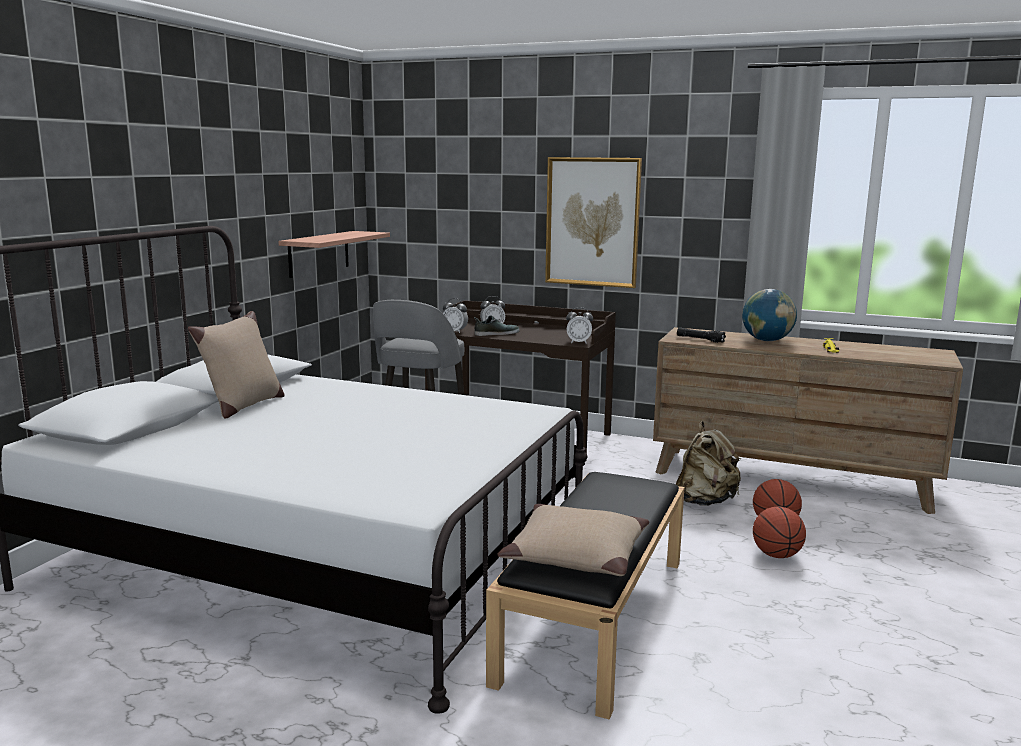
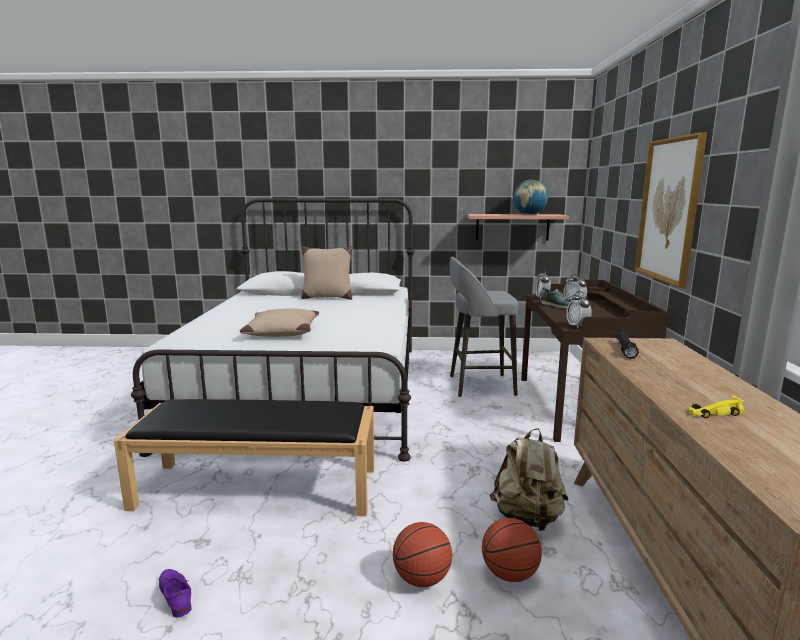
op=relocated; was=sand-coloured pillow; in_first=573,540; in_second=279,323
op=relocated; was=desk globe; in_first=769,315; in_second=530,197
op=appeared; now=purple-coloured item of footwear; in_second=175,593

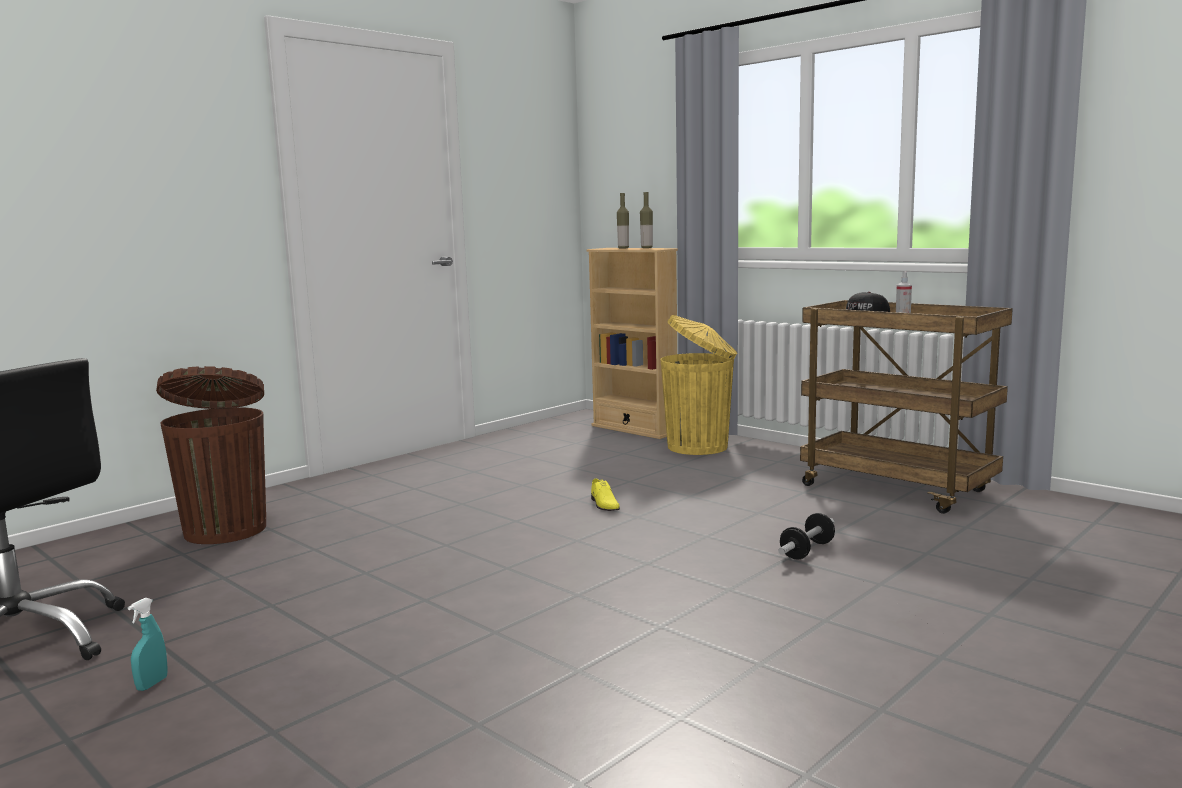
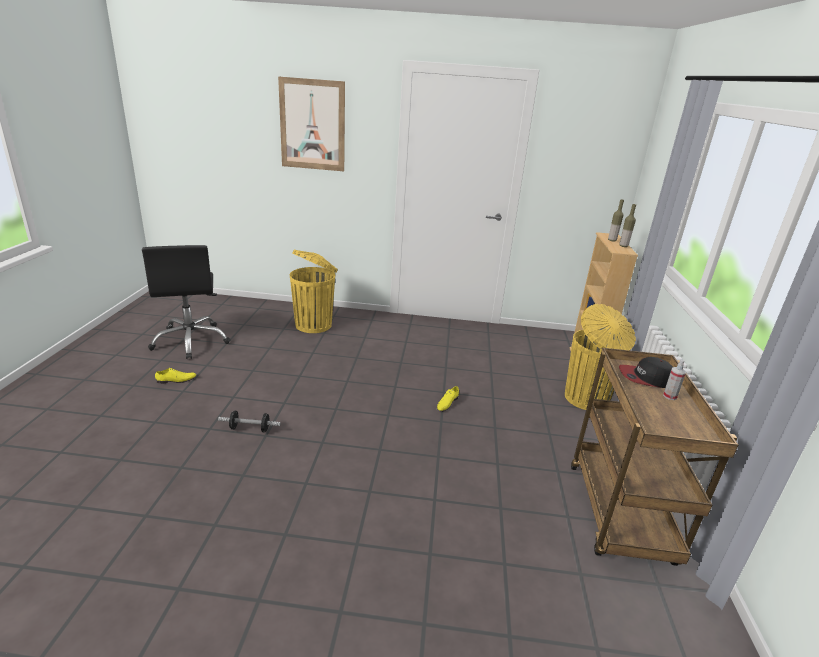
op=exchanged; was=blue-green spray bottle; now=yellowish item of footwear; in_first=148,644; in_second=176,376
op=colour; was=brown rubbish bin; now=yellowish rubbish bin; in_first=211,455; in_second=314,291
op=relocated; was=hand weight; in_first=806,536; in_second=249,421
op=appeared; now=wall picture; in_second=311,124

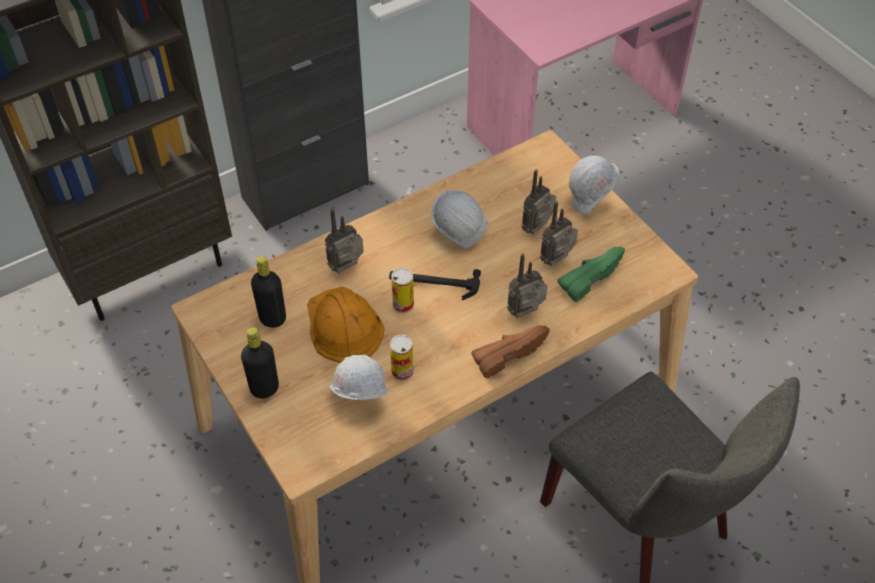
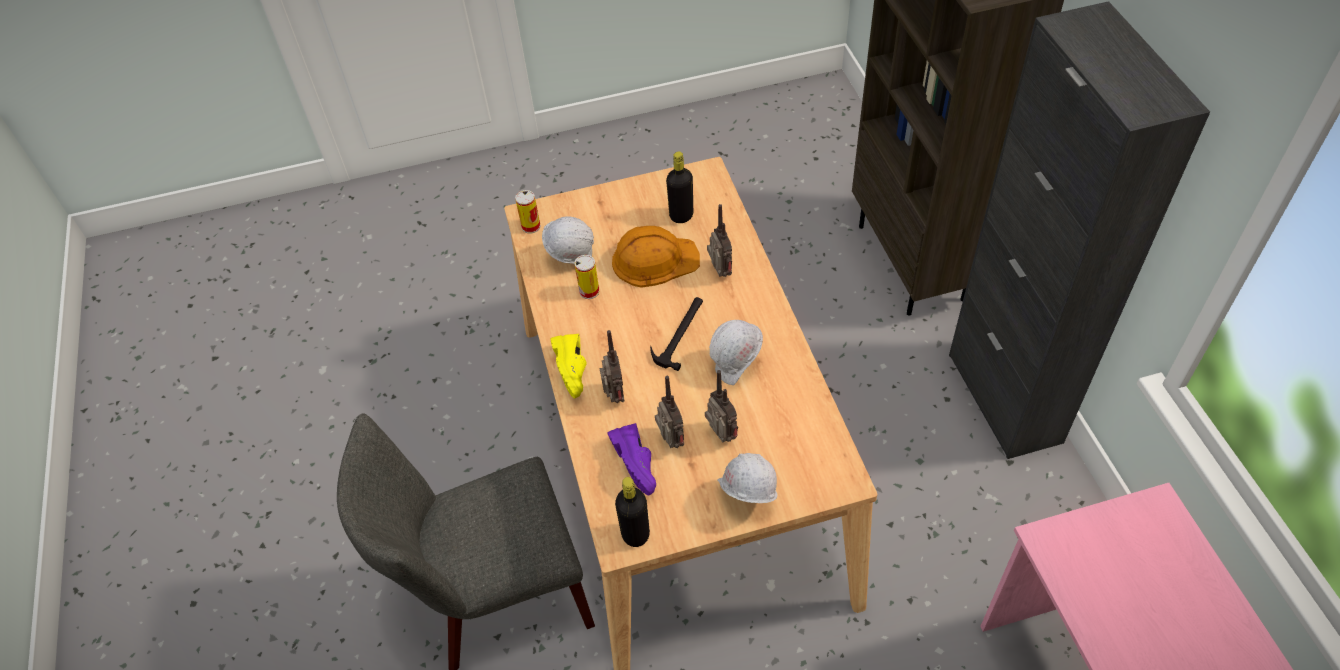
op=relocated; was=black-coloured bottle; in_first=260,362; in_second=632,512
op=relocated; was=metal can; in_first=402,290; in_second=528,211
op=colour; was=brown item of footwear; now=yellowish item of footwear; in_first=510,351; in_second=569,366
op=colour; was=green-coloured item of footwear; now=purple-coloured item of footwear; in_first=591,274; in_second=631,459

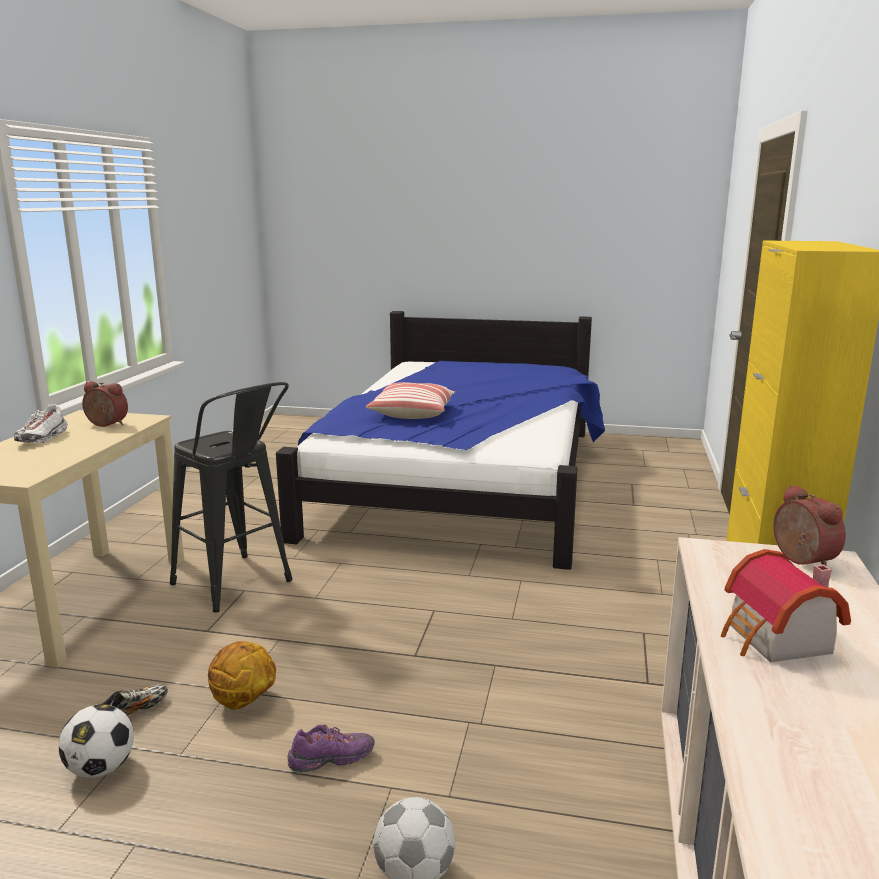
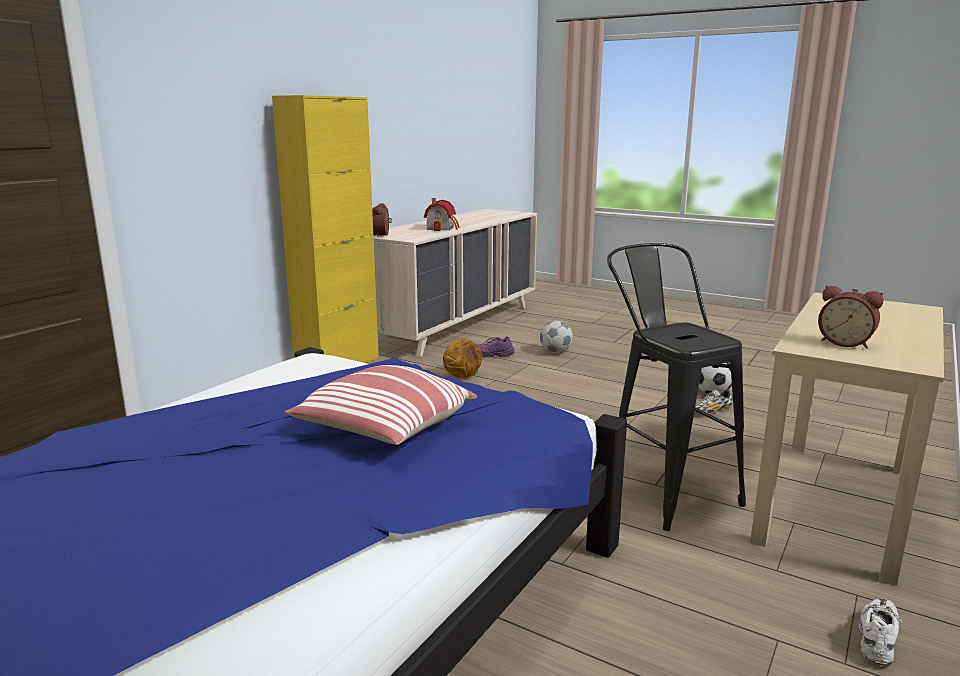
op=relocated; was=whitish item of footwear; in_first=41,423; in_second=880,632
op=relocated; was=ball for basketball; in_first=242,675; in_second=462,358
op=relocated; was=purple-coloured item of footwear; in_first=331,748; in_second=495,347

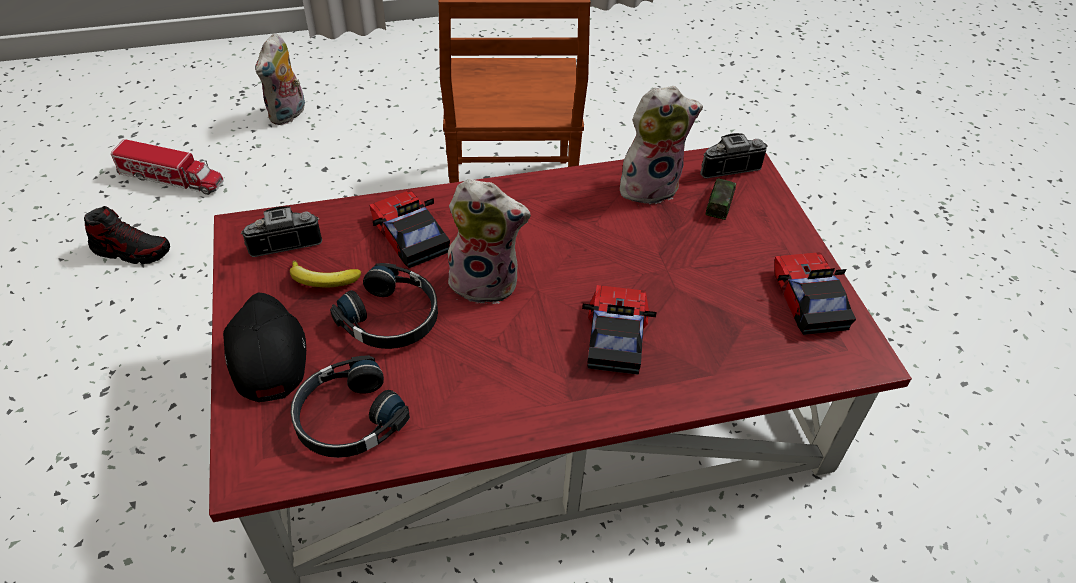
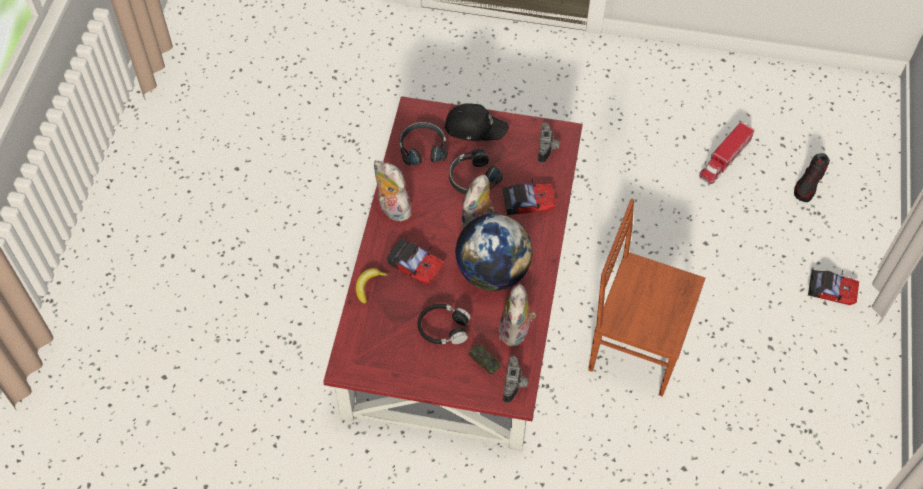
op=relocated; was=item of footwear; in_first=127,235; in_second=812,177
op=relocated; was=plush toy; in_first=280,79; in_second=392,191
op=relocated; was=whole banana; in_first=325,273; in_second=372,286
op=relocated; was=miniature car; in_first=815,293; in_second=833,287
op=appeared; now=black-coloured pair of headphones; in_second=444,324
op=appeared; now=desk globe; in_second=494,252

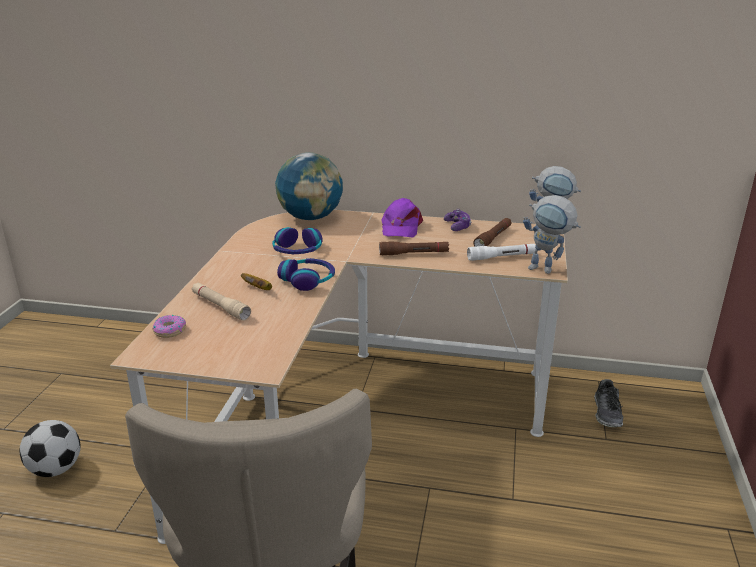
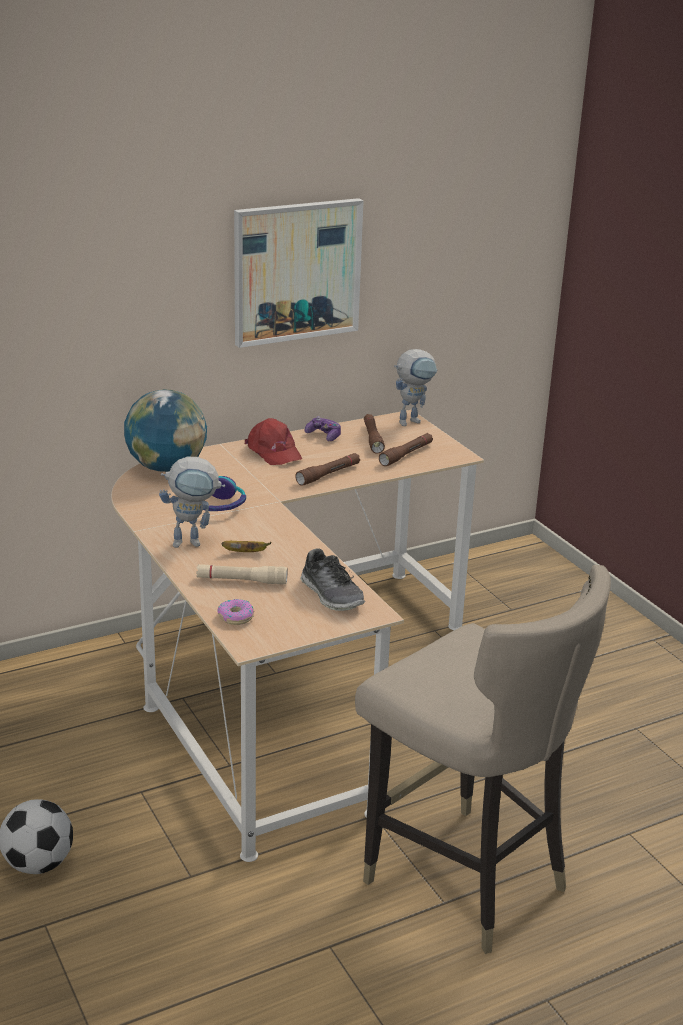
op=missing; was=pair of headphones; in_first=306,274
op=colour; was=purple-coloured baseball cap; now=red-coloured baseball cap; in_first=402,218; in_second=273,441
op=colour; was=whitish torch; now=brown torch; in_first=501,252; in_second=406,449
op=relocated; was=toy robot; in_first=552,234; in_second=192,502
op=relocated; was=item of footwear; in_first=609,403; in_second=332,579
op=appeared; now=wall picture; in_second=298,273

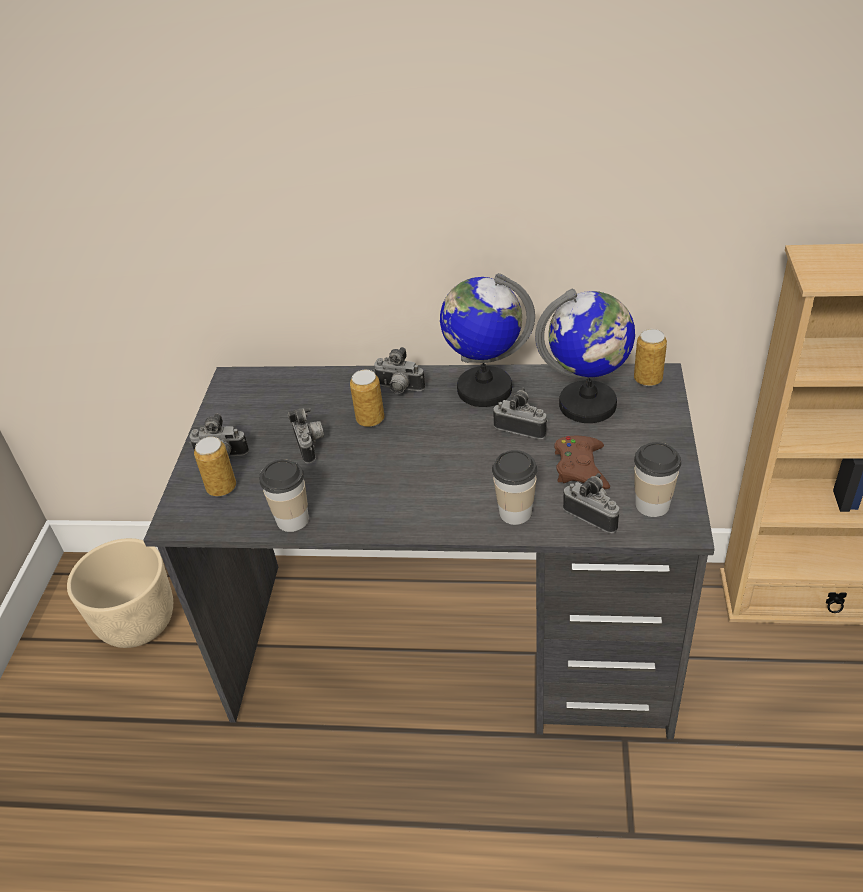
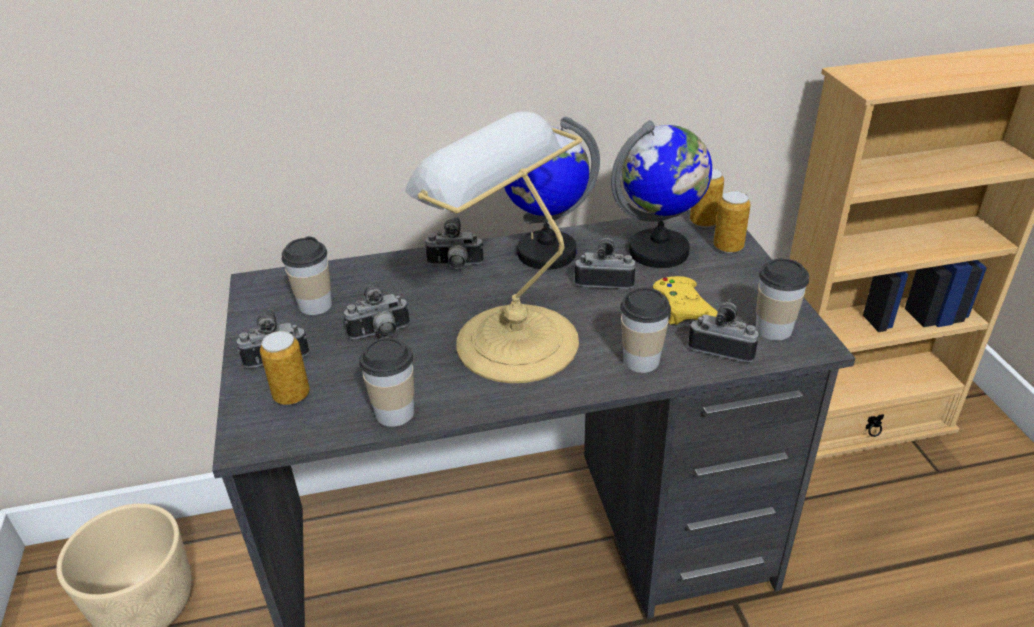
op=spun; was=photo camera; in_first=305,436; in_second=377,310; clockwise=105
op=relocated; was=metal can; in_first=367,398; in_second=732,222
op=colour; was=brown game controller; now=yellowish game controller; in_first=582,462; in_second=685,300
op=appeared; now=small cup; in_second=307,275
op=appeared; now=table lamp; in_second=493,247

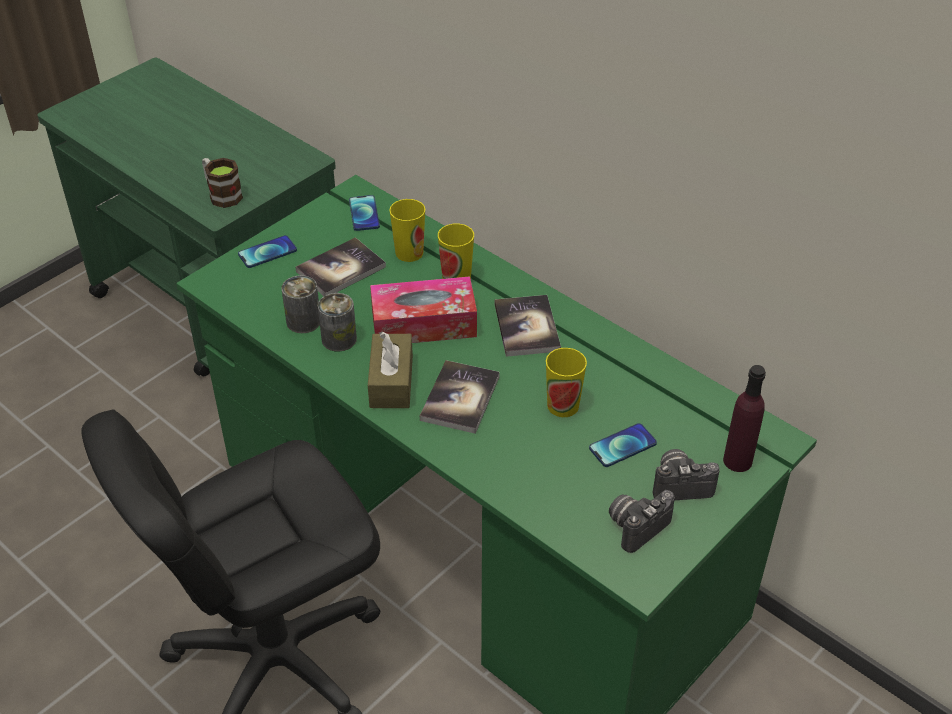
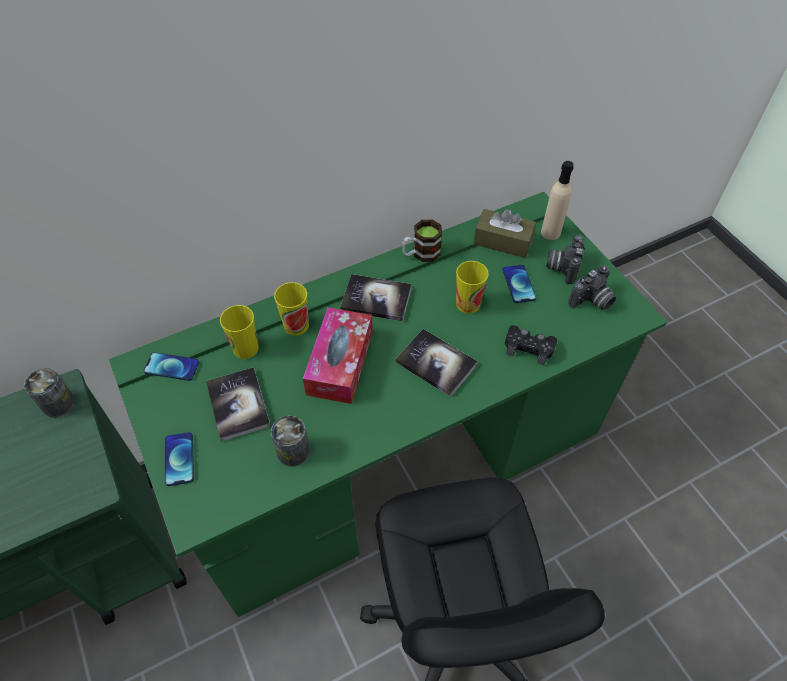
op=relocated; was=coffee mug; in_first=222,183; in_second=422,240
op=relocated; was=metal can; in_first=337,322; in_second=49,392
op=relocated; was=brown tissue box; in_first=390,369; in_second=505,233
op=spun; was=photo camera; in_first=642,521; in_second=592,288; clockwise=-105
op=colour; was=purple-coloured bottle; now=sand-coloured bottle; in_first=744,418; in_second=557,200
op=appeared; now=black-coloured game controller; in_second=531,345

